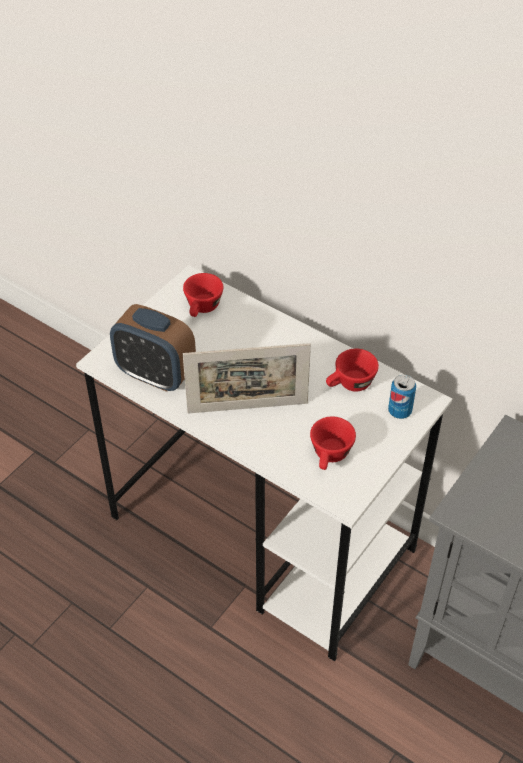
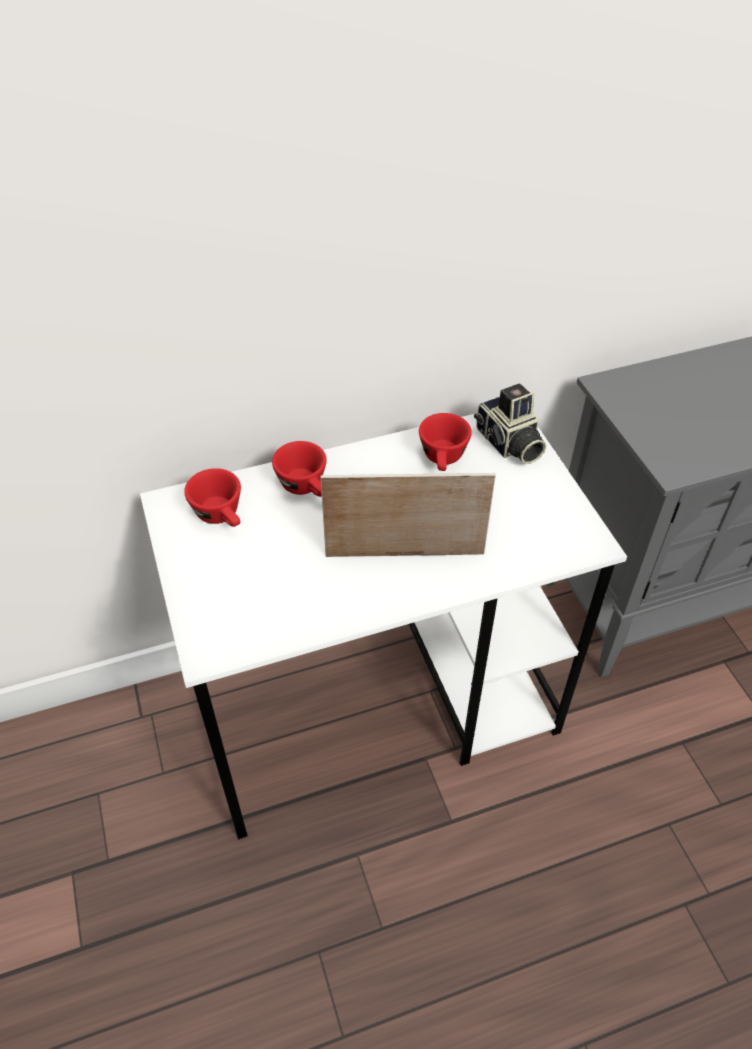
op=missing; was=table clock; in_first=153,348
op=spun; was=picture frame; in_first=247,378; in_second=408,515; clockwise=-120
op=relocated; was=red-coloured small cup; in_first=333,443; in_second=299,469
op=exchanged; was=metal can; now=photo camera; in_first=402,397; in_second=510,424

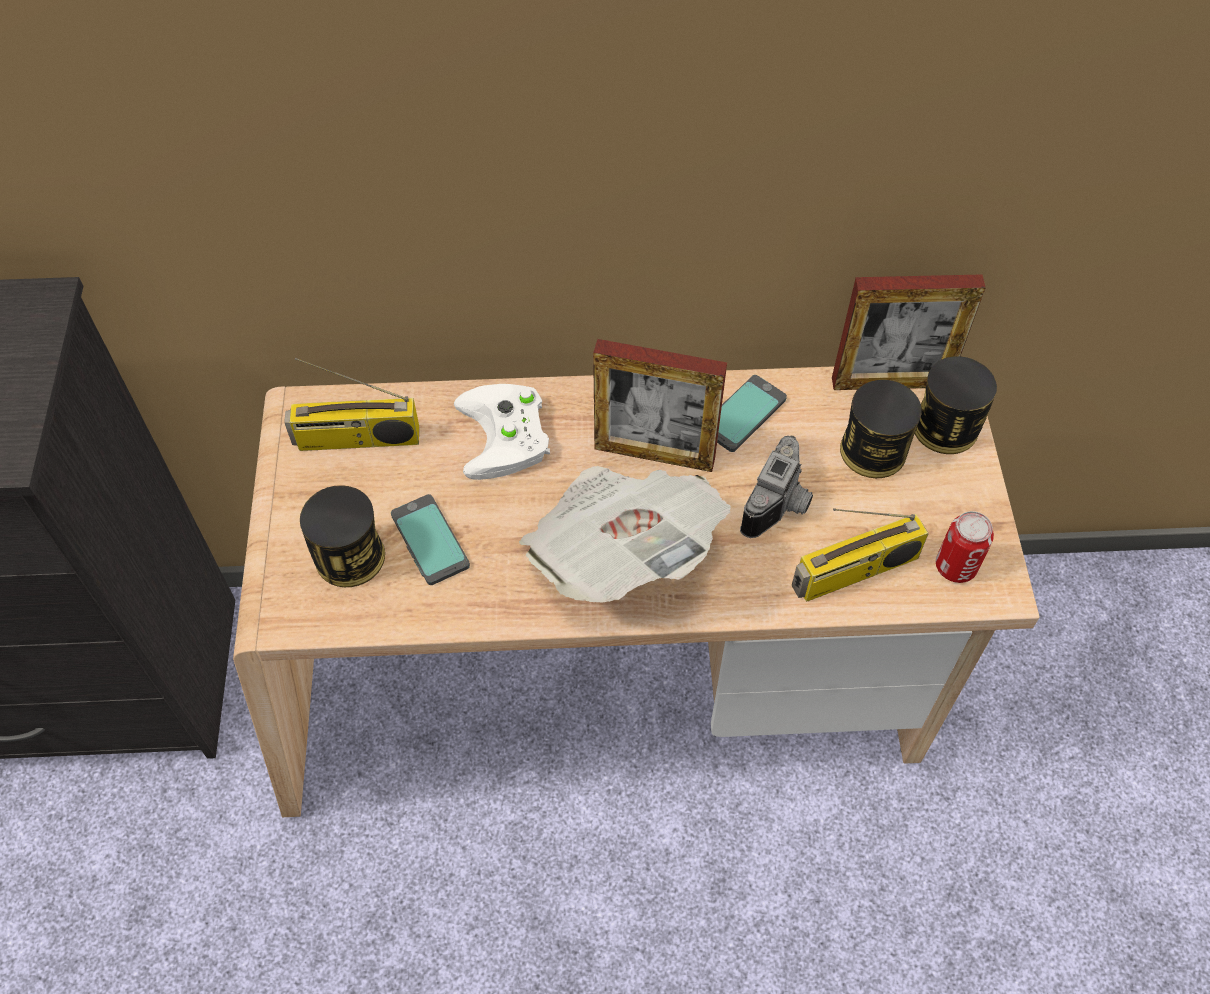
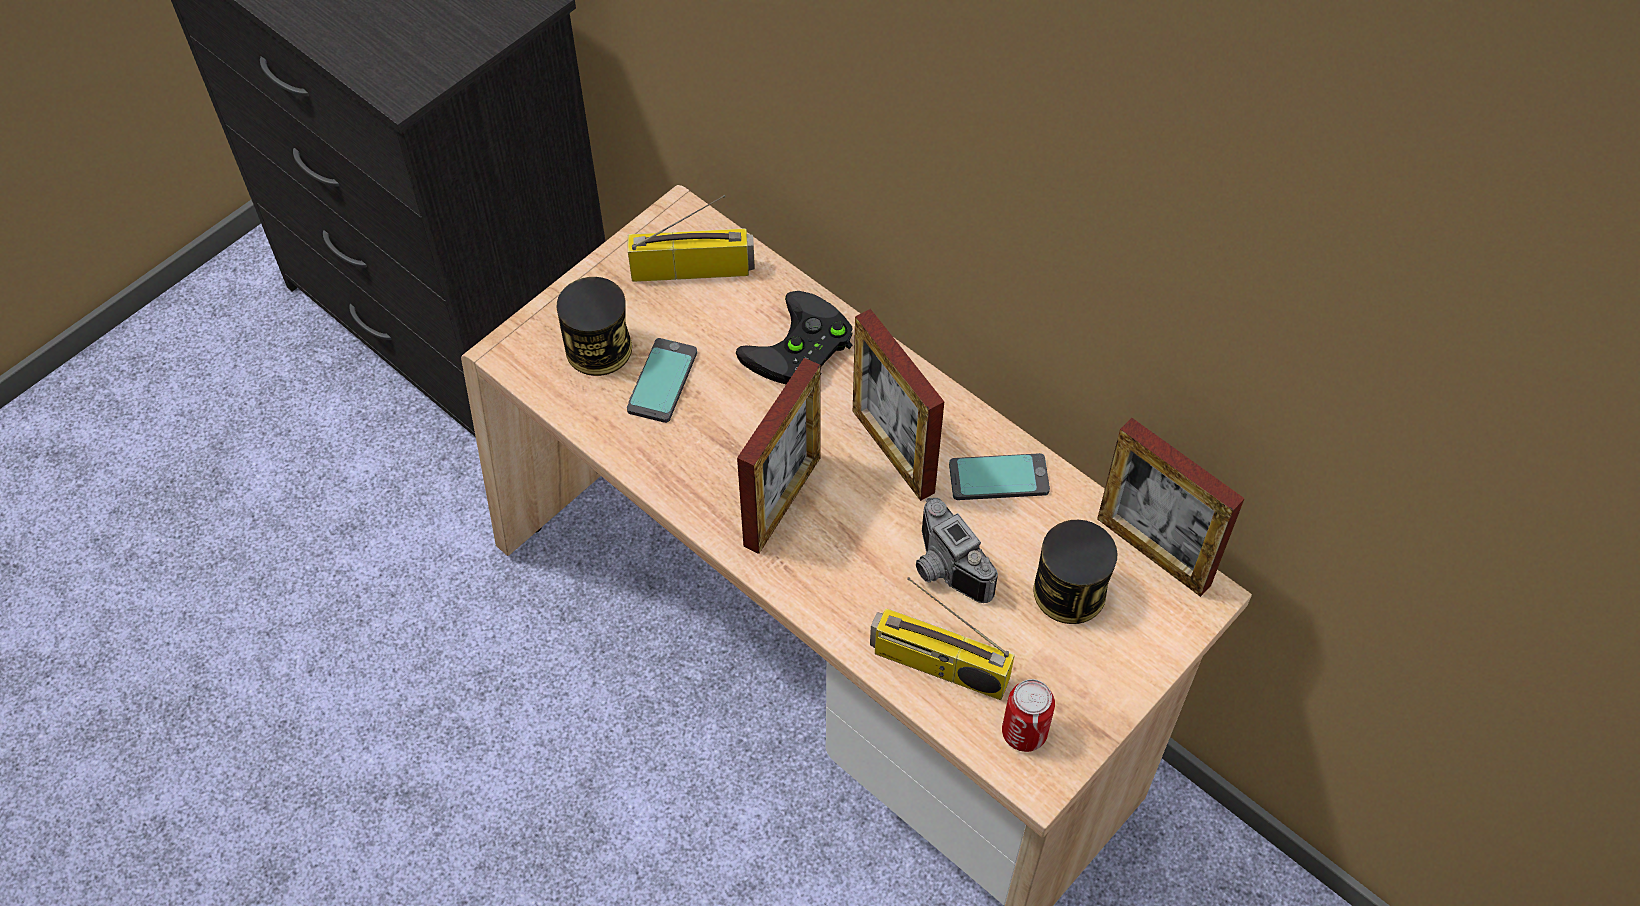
op=spun; was=radio receiver; in_first=351,404; in_second=691,238; clockwise=135
op=colour; was=whitish game controller; now=black-coloured game controller; in_first=502,432; in_second=794,337
op=exchanged; was=newspaper; now=picture frame; in_first=625,534; in_second=779,456
op=spun; was=photo camera; in_first=776,486; in_second=957,550; clockwise=75
op=missing; was=metal can; in_first=956,405

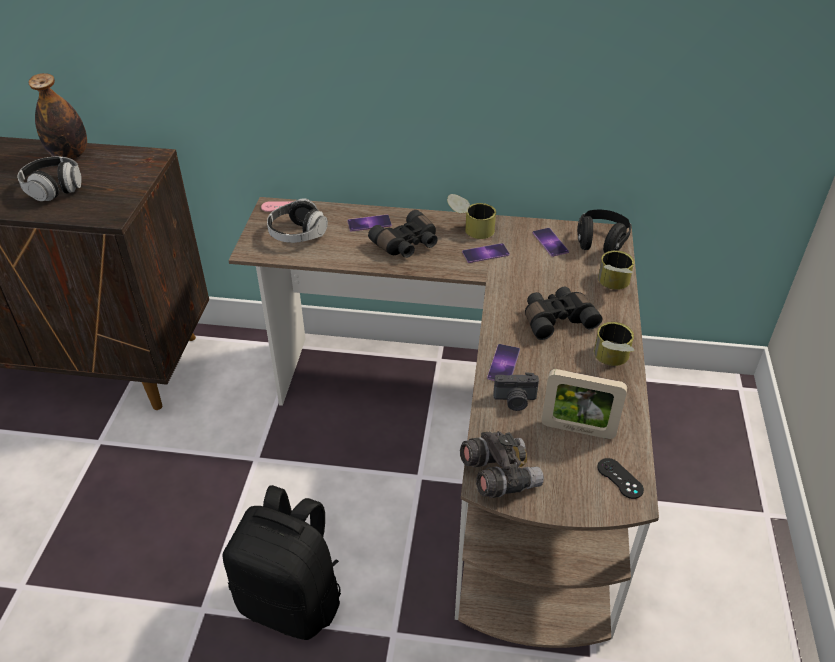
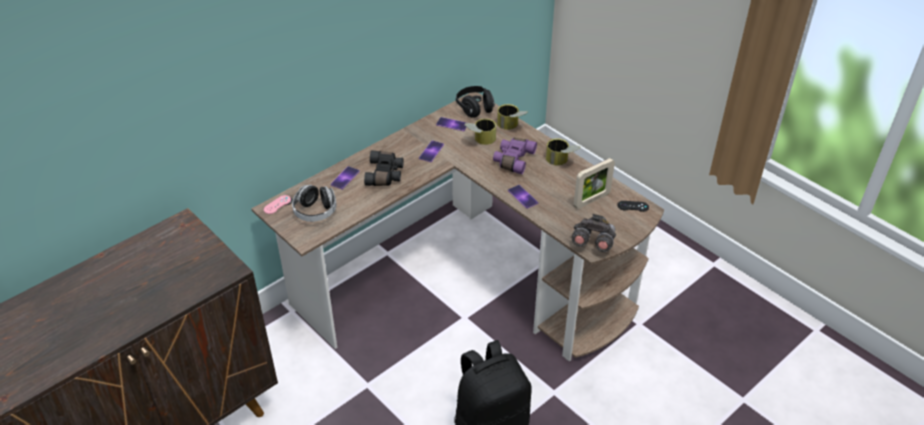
op=missing; was=pair of headphones; in_first=49,179
op=missing; was=bottle; in_first=58,116
op=relocated; was=metal can; in_first=471,216; in_second=480,132
op=missing; was=photo camera; in_first=516,391
op=colour; was=black-coloured pair of binoculars; now=purple-coloured pair of binoculars; in_first=563,313; in_second=515,156

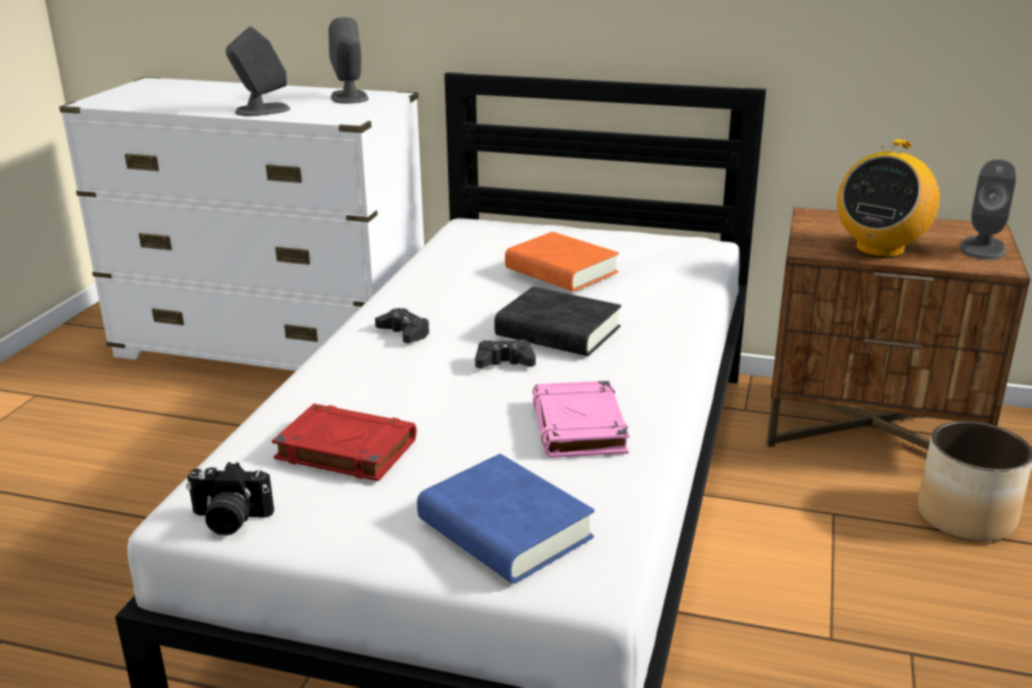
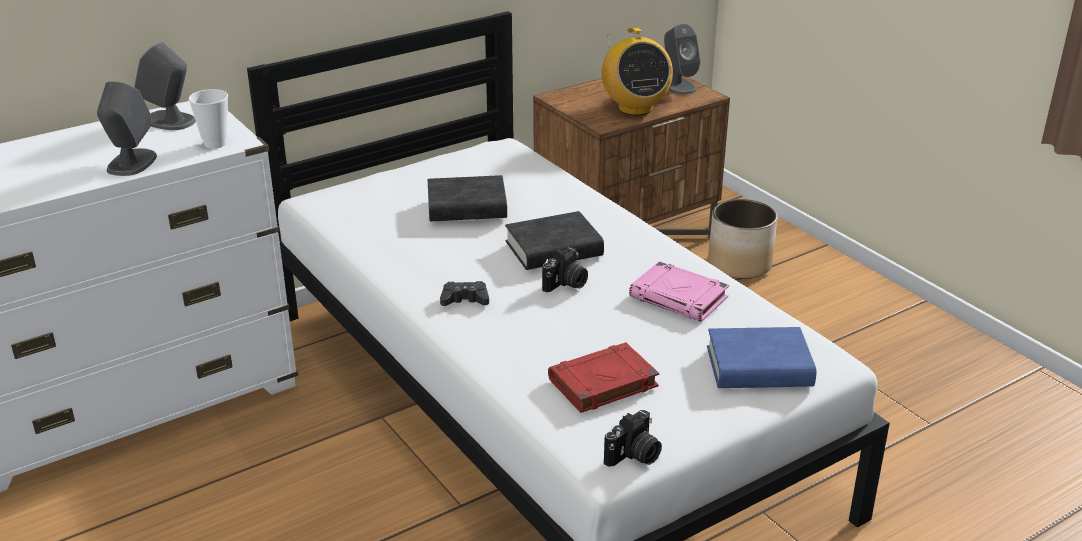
op=exchanged; was=black-coloured game controller; now=photo camera; in_first=505,353; in_second=565,269
op=colour; was=orange-coloured volume; now=black-coloured volume; in_first=562,261; in_second=467,198
op=appeared; now=small cup; in_second=208,119

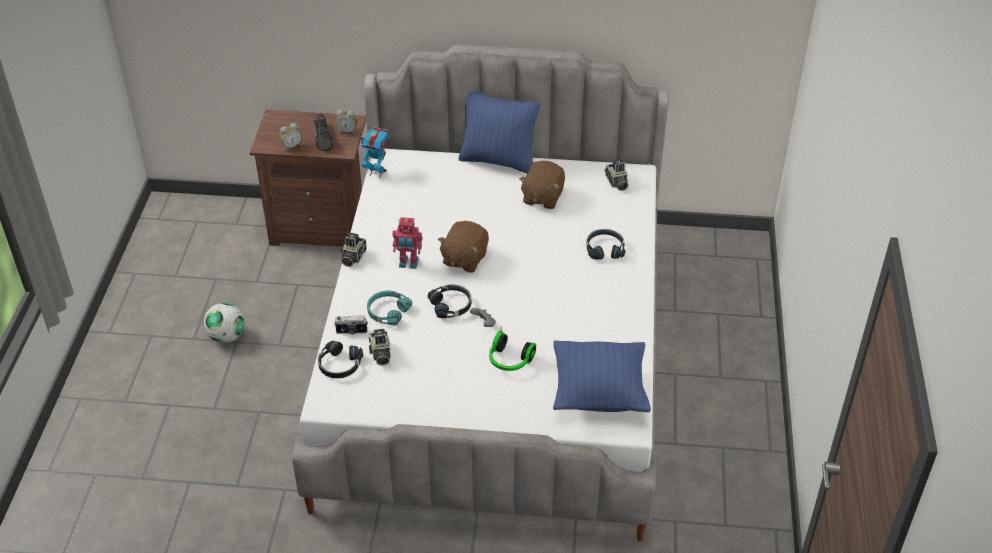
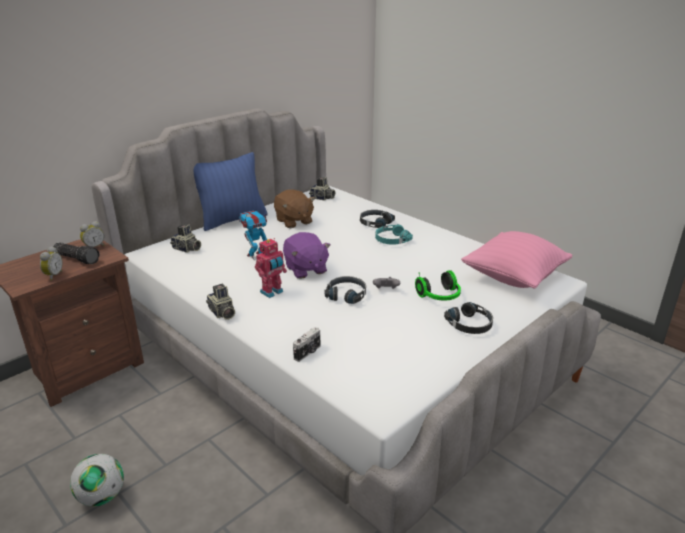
op=relocated; was=black-coloured pair of headphones; in_first=340,359; in_second=468,318
op=relocated; was=toy robot; in_first=374,152; in_second=253,235
op=relocated; was=blue-green pair of headphones; in_first=389,308; in_second=394,234
op=relocated; was=photo camera; in_first=380,347; in_second=185,238
op=colour; was=brown plush toy; now=purple-coloured plush toy; in_first=463,247; in_second=306,255
op=colour; was=blue-coloured pillow; now=pink pillow; in_first=602,376; in_second=516,260

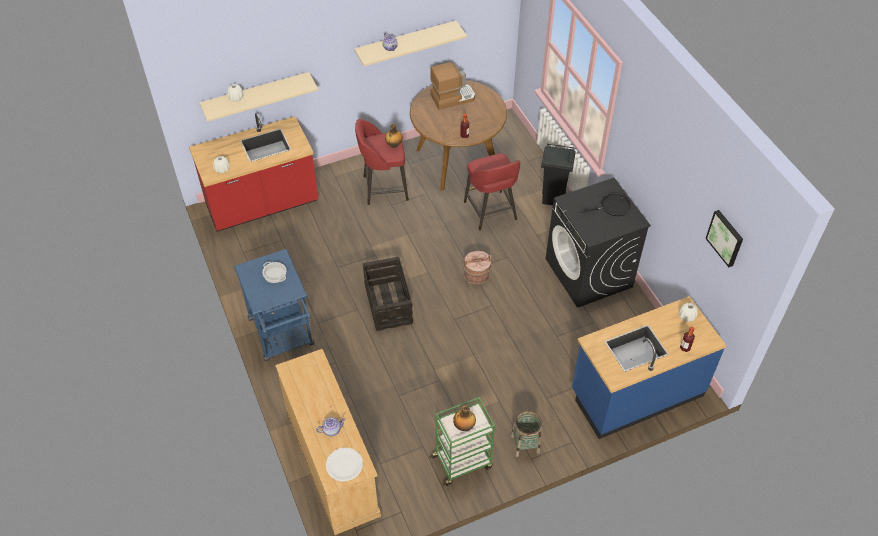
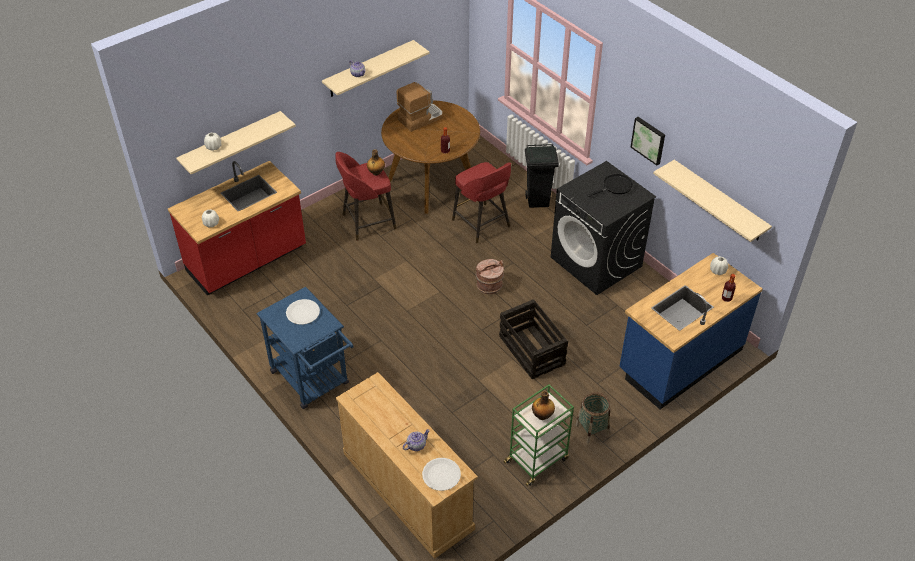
op=exchanged; was=saucepot; now=whitish flat dish; in_first=274,272; in_second=303,312
op=relocated; was=shipping crate; in_first=388,294; in_second=533,339
op=relocated; was=wall picture; in_first=724,238; in_second=648,141
op=appeared; now=sand-coloured shelf; in_second=712,201

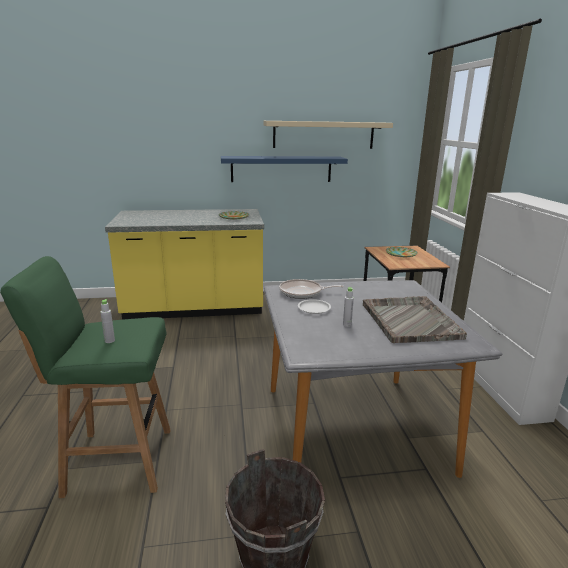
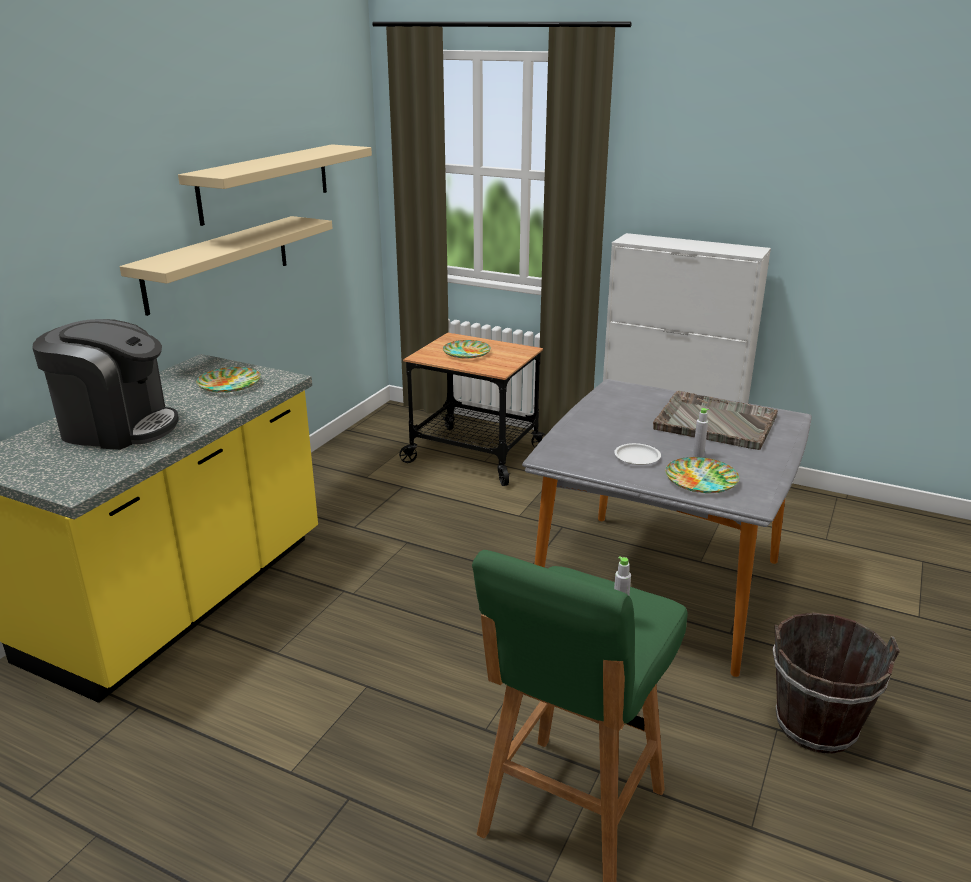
op=colour; was=blue-coloured shelf; now=sand-coloured shelf; in_first=284,169; in_second=226,266
op=missing; was=skillet; in_first=311,289
op=appeared; now=coffee brewer; in_second=105,384
op=appeared; now=flat dish; in_second=702,475

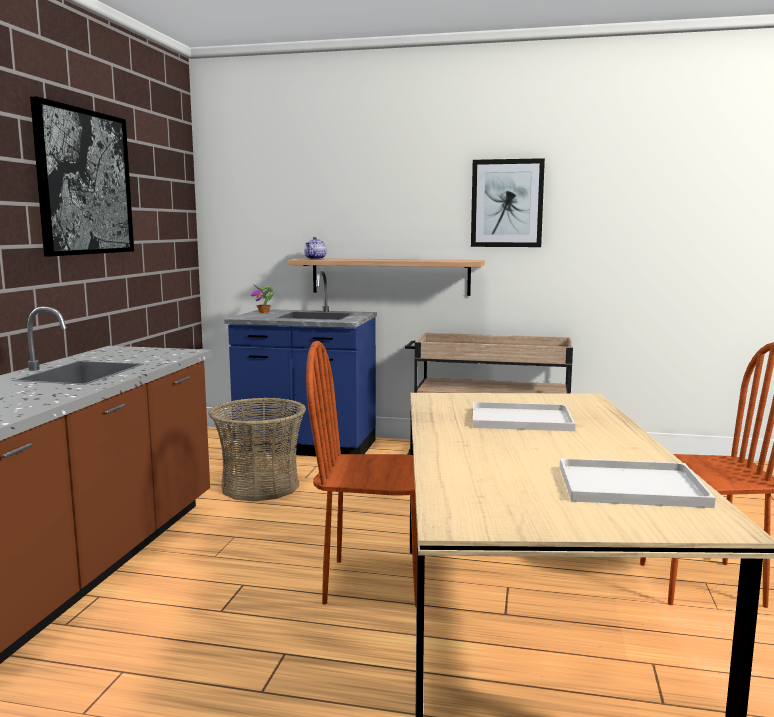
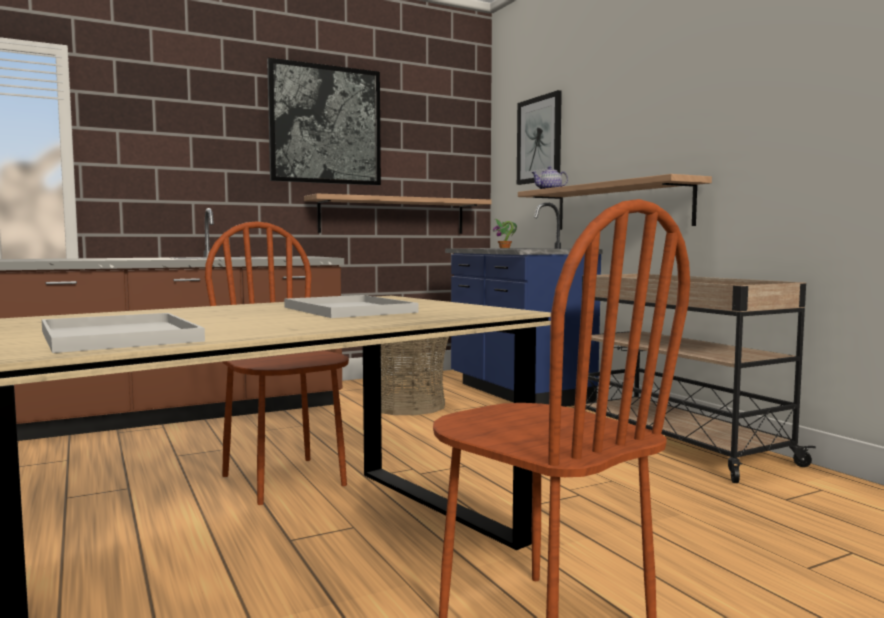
op=relocated; was=wall picture; in_first=508,202; in_second=539,137
op=appeared; now=shelf; in_second=398,214

